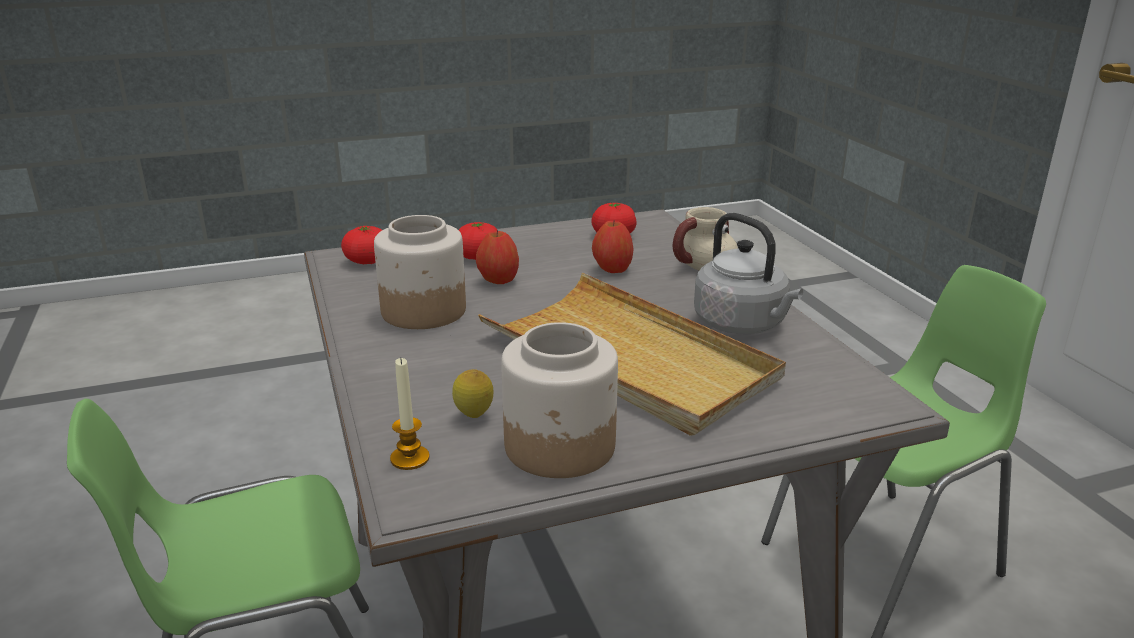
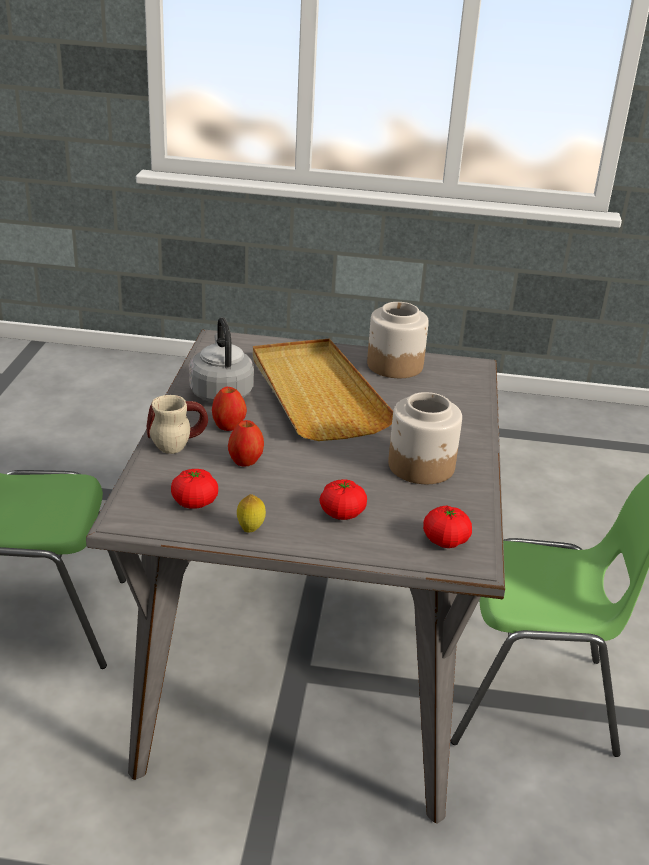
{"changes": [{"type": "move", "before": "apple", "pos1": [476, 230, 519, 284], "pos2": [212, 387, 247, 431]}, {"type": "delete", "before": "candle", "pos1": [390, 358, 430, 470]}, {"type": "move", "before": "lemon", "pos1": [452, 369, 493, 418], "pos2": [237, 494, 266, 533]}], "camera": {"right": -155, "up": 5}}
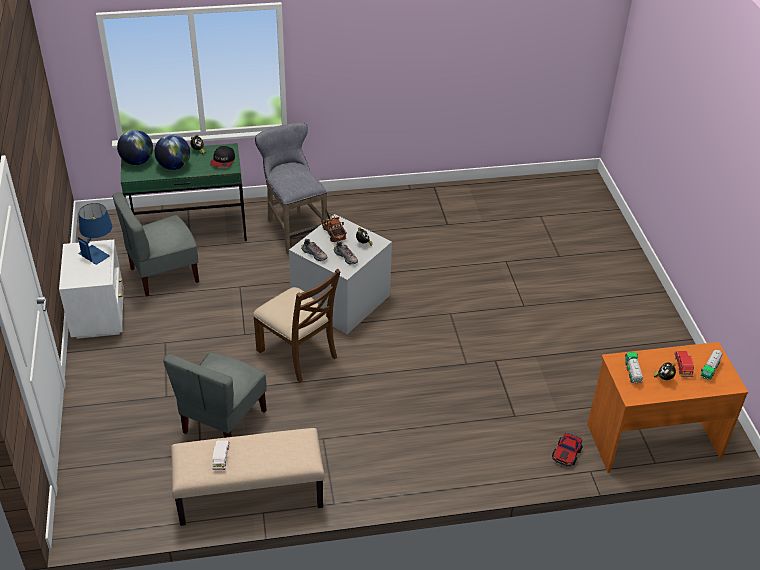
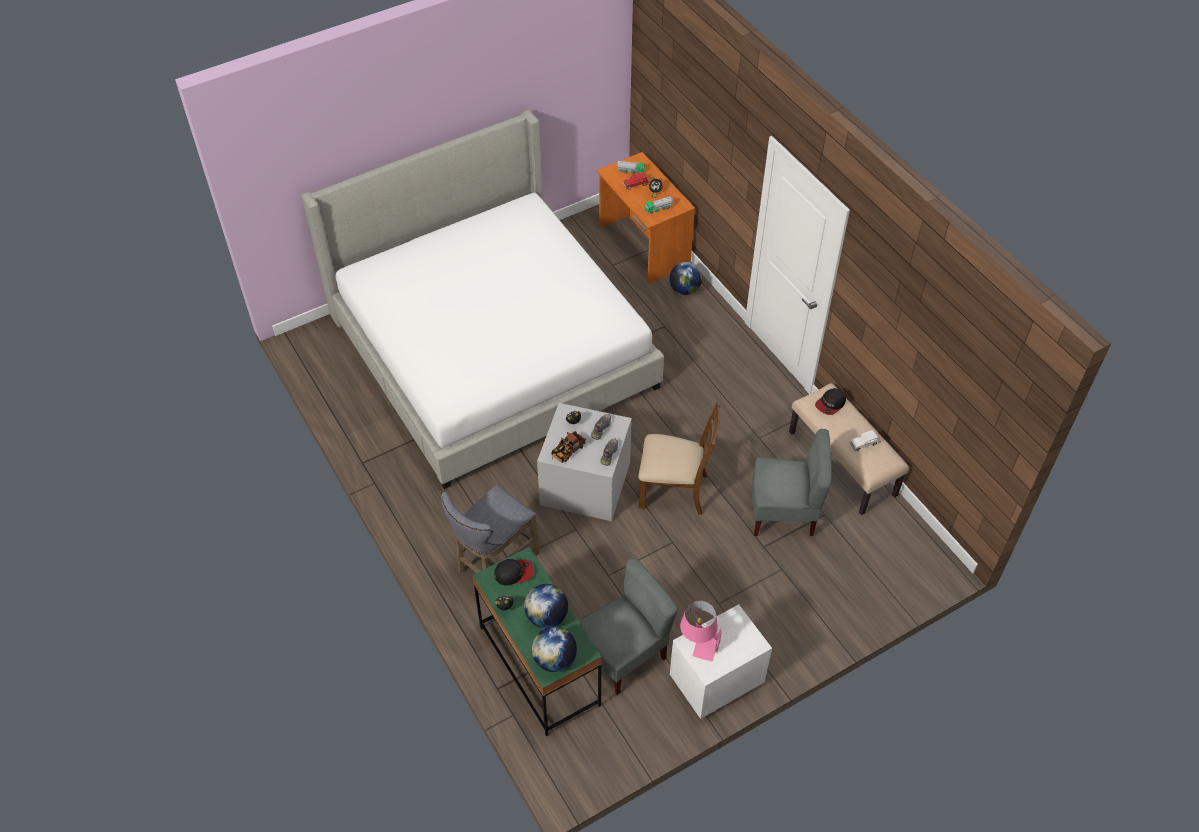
{"changes": [{"type": "rotate", "before": "chair (grey)", "pos1": [112, 192, 199, 296], "pos2": [578, 557, 678, 695], "turn": -75}, {"type": "recolor", "before": "table lamp (blue)", "after": "table lamp (pink)", "pos1": [78, 203, 112, 265], "pos2": [680, 601, 722, 661]}, {"type": "rotate", "before": "chair (brown)", "pos1": [253, 269, 341, 382], "pos2": [638, 402, 721, 515], "turn": 75}, {"type": "replace", "before": "toy car", "after": "globe", "pos1": [552, 431, 583, 466], "pos2": [669, 262, 702, 295]}, {"type": "insert", "after": "bed", "pos2": [301, 110, 664, 489]}, {"type": "insert", "after": "cap", "pos2": [815, 388, 846, 415]}], "camera": {"right": -110, "up": 10}}
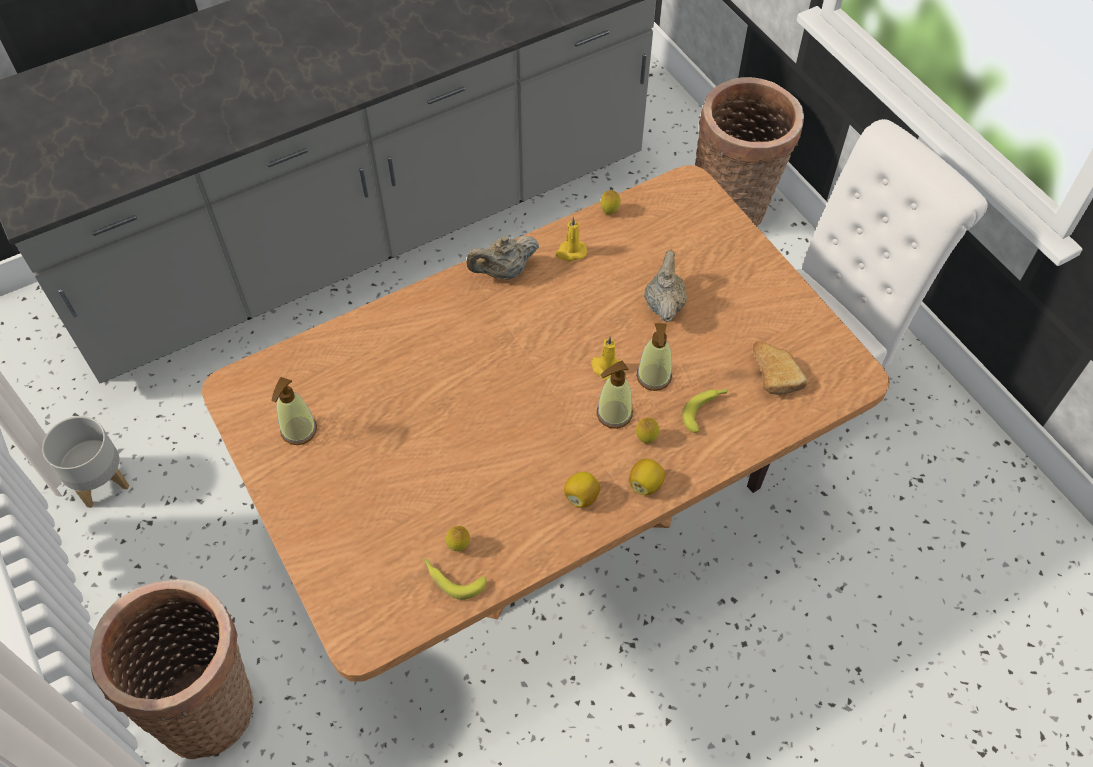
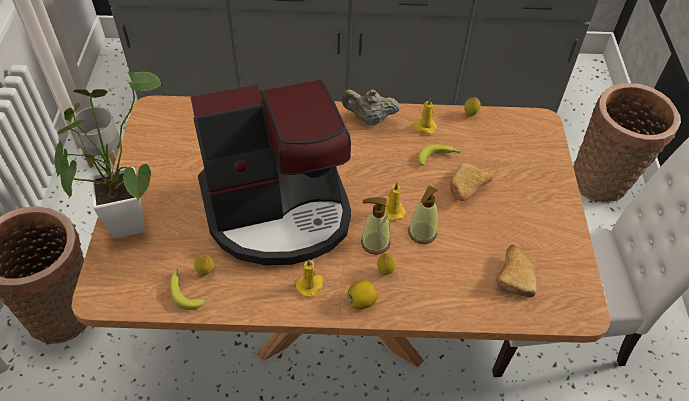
{"changes": [{"type": "replace", "before": "teapot (beige)", "after": "bread", "pos1": [644, 250, 687, 322], "pos2": [450, 163, 493, 201]}, {"type": "delete", "before": "soap dispenser", "pos1": [271, 377, 317, 445]}, {"type": "move", "before": "banana", "pos1": [682, 389, 728, 433], "pos2": [418, 144, 461, 165]}, {"type": "replace", "before": "lemon", "after": "candle (yellow)", "pos1": [564, 472, 600, 508], "pos2": [296, 259, 323, 297]}, {"type": "insert", "after": "potted plant", "pos2": [54, 71, 162, 238]}, {"type": "insert", "after": "coffee machine", "pos2": [191, 79, 351, 265]}], "camera": {"right": 30, "up": -5}}
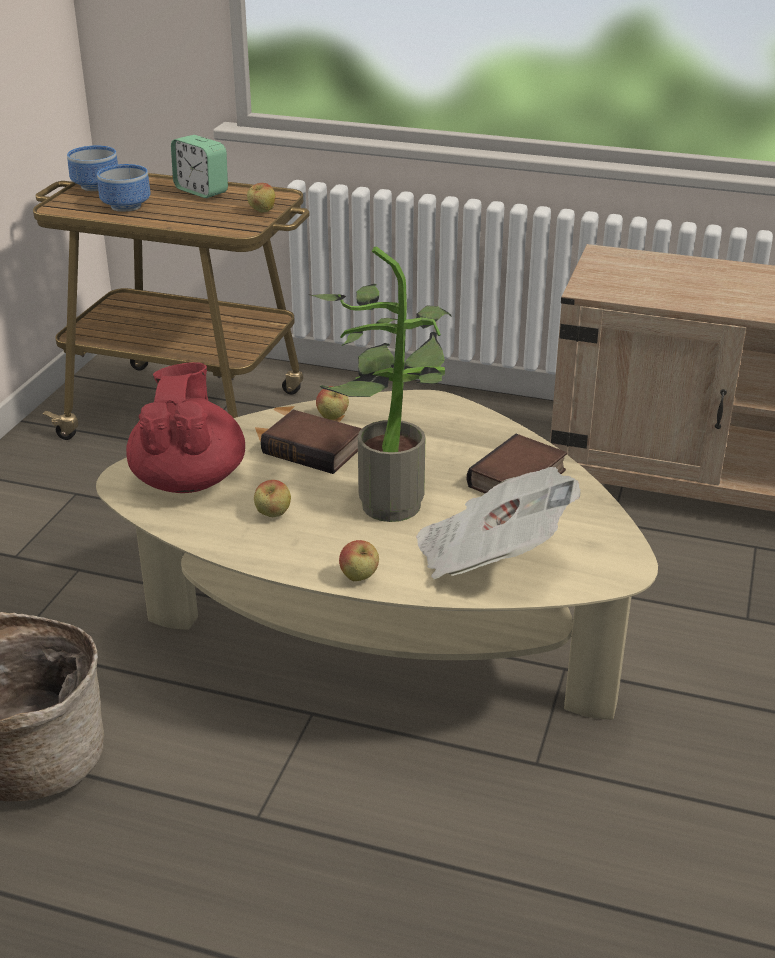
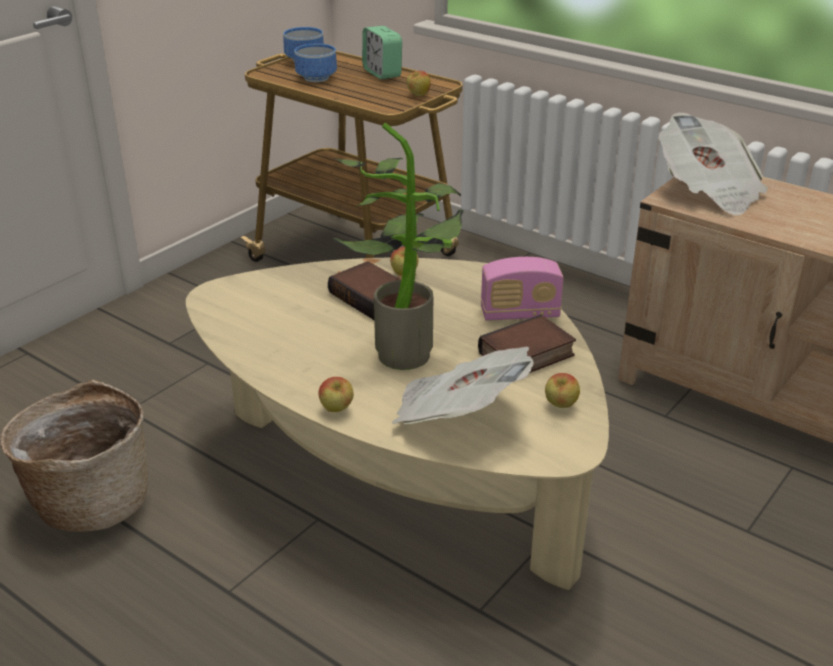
{"changes": [{"type": "delete", "before": "teapot (red)", "pos1": [126, 362, 245, 493]}, {"type": "move", "before": "apple", "pos1": [254, 480, 291, 517], "pos2": [545, 373, 580, 408]}, {"type": "insert", "after": "newspaper", "pos2": [659, 112, 768, 216]}, {"type": "insert", "after": "radio", "pos2": [481, 257, 564, 321]}], "camera": {"right": 20, "up": 0}}
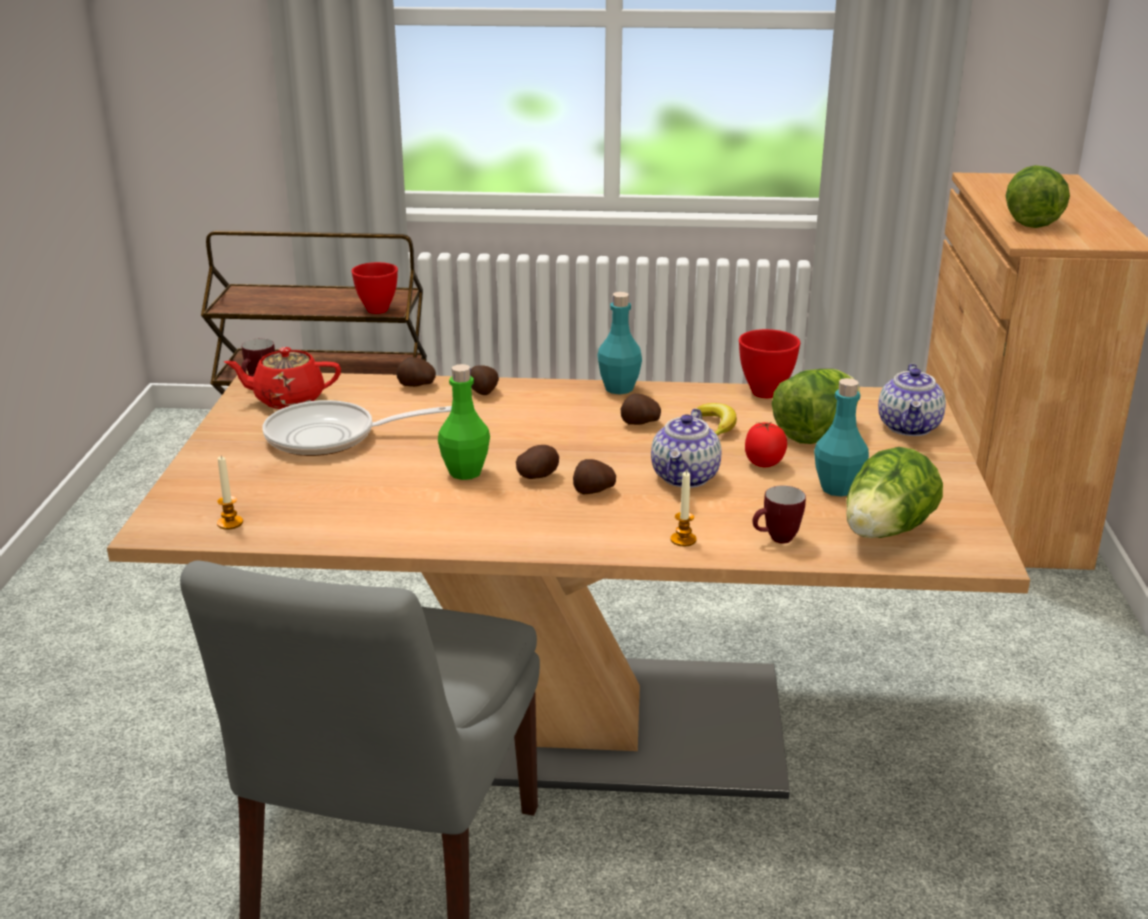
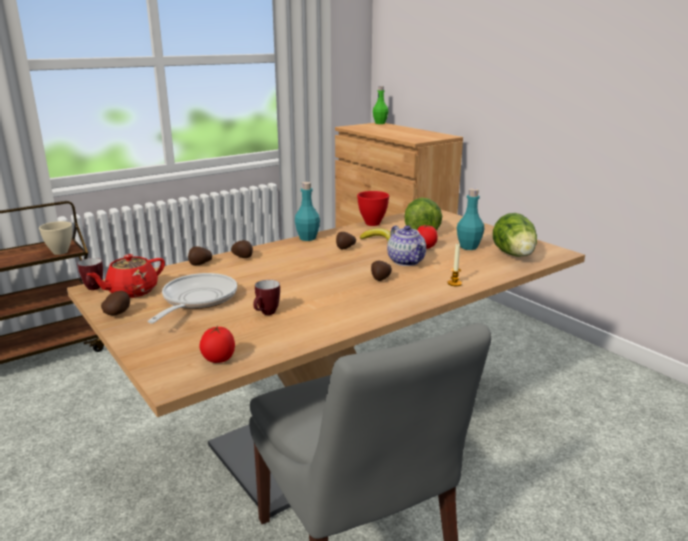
{"changes": [{"type": "delete", "before": "lettuce", "pos1": [1006, 165, 1070, 228]}, {"type": "recolor", "before": "bowl (red)", "after": "bowl (beige)", "pos1": [352, 262, 398, 314], "pos2": [39, 221, 72, 255]}, {"type": "move", "before": "bottle (green)", "pos1": [438, 364, 490, 480], "pos2": [373, 86, 388, 124]}, {"type": "delete", "before": "teapot", "pos1": [878, 364, 946, 436]}, {"type": "rotate", "before": "frying pan", "pos1": [263, 400, 452, 456], "pos2": [147, 273, 237, 323], "turn": 150}, {"type": "move", "before": "potato", "pos1": [516, 445, 559, 479], "pos2": [101, 291, 130, 315]}, {"type": "replace", "before": "candle", "after": "tomato", "pos1": [217, 457, 243, 530], "pos2": [199, 325, 235, 363]}, {"type": "move", "before": "mug", "pos1": [752, 486, 806, 544], "pos2": [253, 280, 280, 315]}], "camera": {"right": -40, "up": -5}}
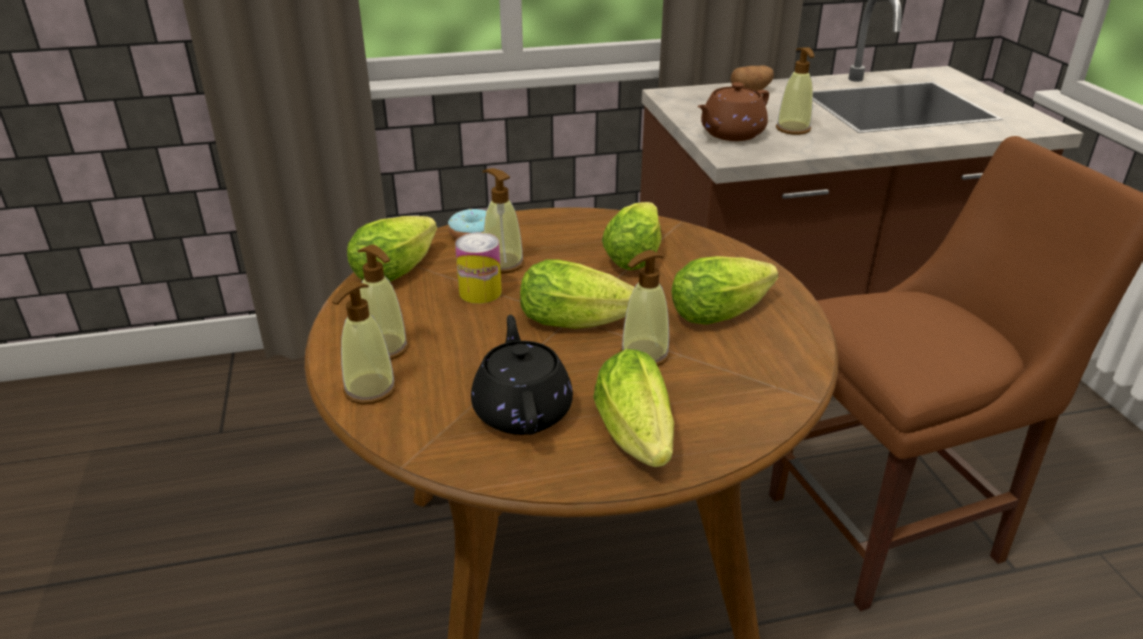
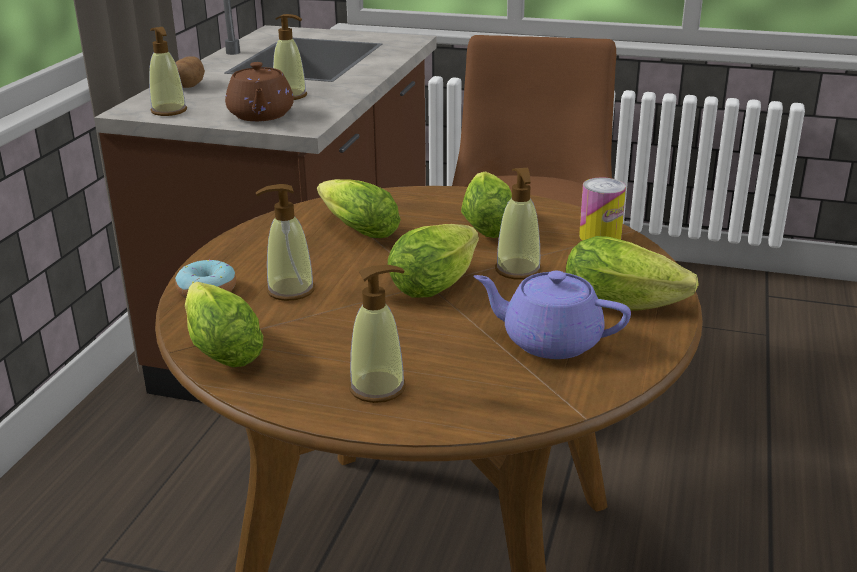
{"changes": [{"type": "move", "before": "can", "pos1": [455, 232, 502, 304], "pos2": [579, 178, 626, 241]}, {"type": "move", "before": "soap dispenser", "pos1": [332, 281, 396, 404], "pos2": [149, 27, 187, 116]}, {"type": "recolor", "before": "teapot (black)", "after": "teapot (purple)", "pos1": [471, 315, 573, 435], "pos2": [473, 271, 631, 359]}], "camera": {"right": -60, "up": -5}}
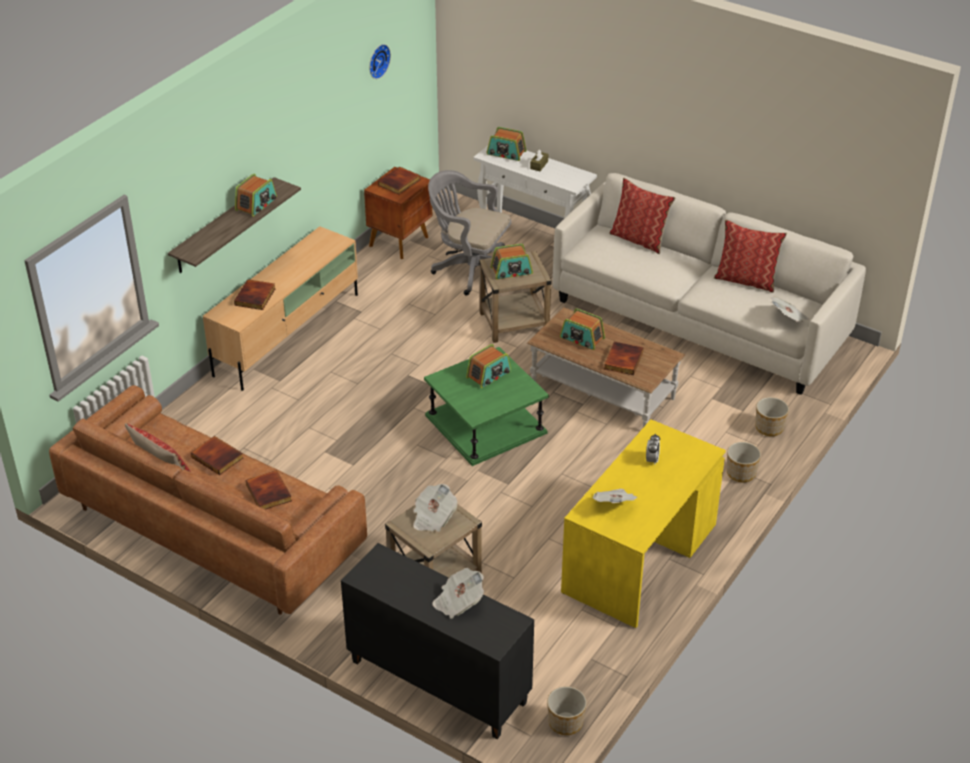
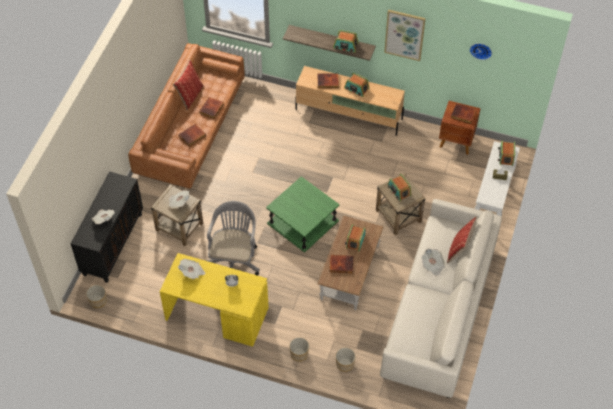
{"changes": [{"type": "move", "before": "office chair (grey)", "pos1": [428, 170, 511, 296], "pos2": [206, 201, 260, 276]}, {"type": "delete", "before": "pillow", "pos1": [714, 219, 787, 293]}, {"type": "move", "before": "newspaper", "pos1": [771, 297, 809, 322], "pos2": [422, 248, 445, 277]}, {"type": "move", "before": "radio", "pos1": [466, 344, 511, 388], "pos2": [344, 73, 369, 97]}, {"type": "insert", "after": "picture", "pos2": [384, 10, 426, 61]}], "camera": {"right": 75, "up": 15}}
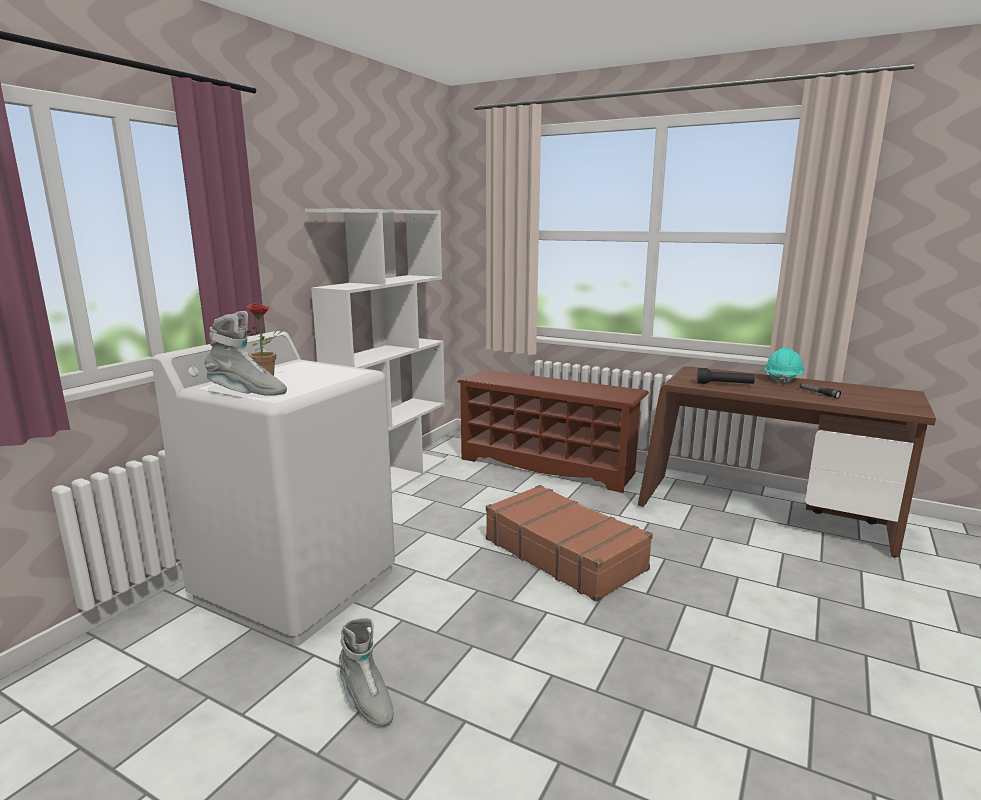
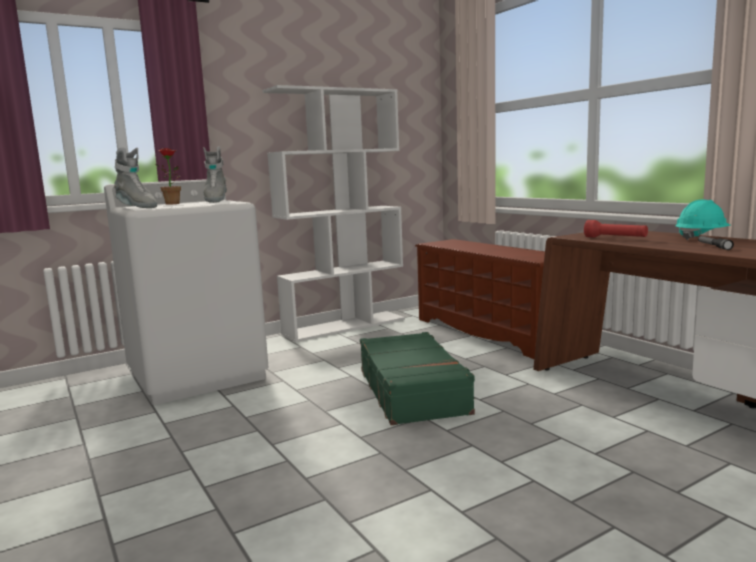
{"changes": [{"type": "recolor", "before": "flashlight (black)", "after": "flashlight (red)", "pos1": [697, 368, 755, 384], "pos2": [584, 220, 648, 238]}, {"type": "recolor", "before": "suitcase (brown)", "after": "suitcase (green)", "pos1": [486, 485, 653, 602], "pos2": [360, 332, 475, 426]}, {"type": "move", "before": "boot (grey)", "pos1": [339, 618, 394, 727], "pos2": [203, 146, 227, 203]}], "camera": {"right": 30, "up": -5}}
